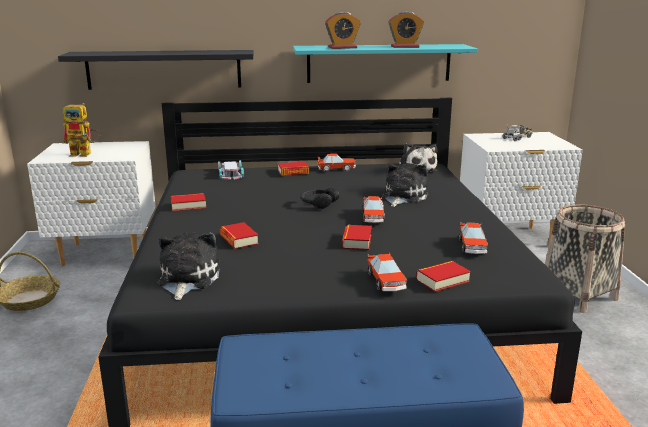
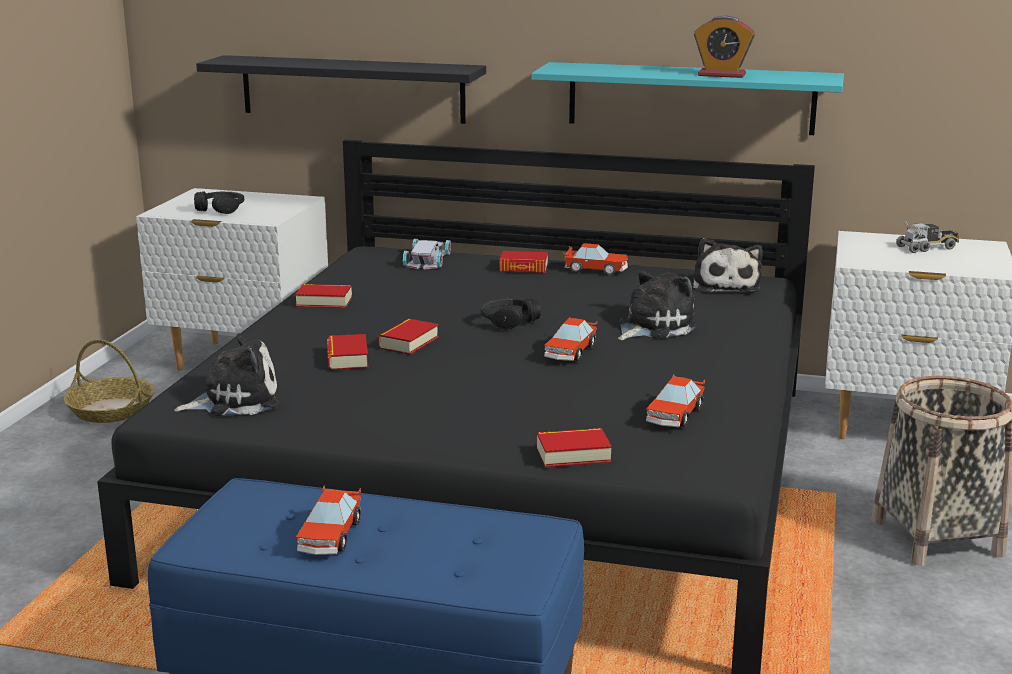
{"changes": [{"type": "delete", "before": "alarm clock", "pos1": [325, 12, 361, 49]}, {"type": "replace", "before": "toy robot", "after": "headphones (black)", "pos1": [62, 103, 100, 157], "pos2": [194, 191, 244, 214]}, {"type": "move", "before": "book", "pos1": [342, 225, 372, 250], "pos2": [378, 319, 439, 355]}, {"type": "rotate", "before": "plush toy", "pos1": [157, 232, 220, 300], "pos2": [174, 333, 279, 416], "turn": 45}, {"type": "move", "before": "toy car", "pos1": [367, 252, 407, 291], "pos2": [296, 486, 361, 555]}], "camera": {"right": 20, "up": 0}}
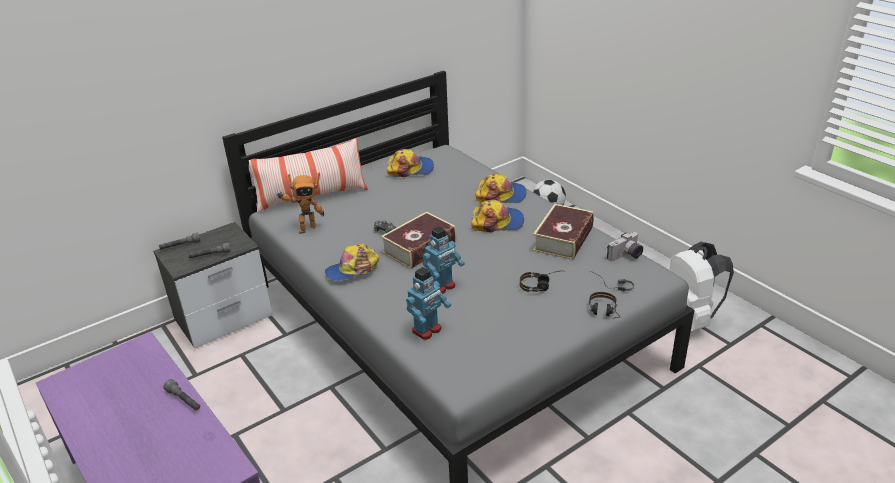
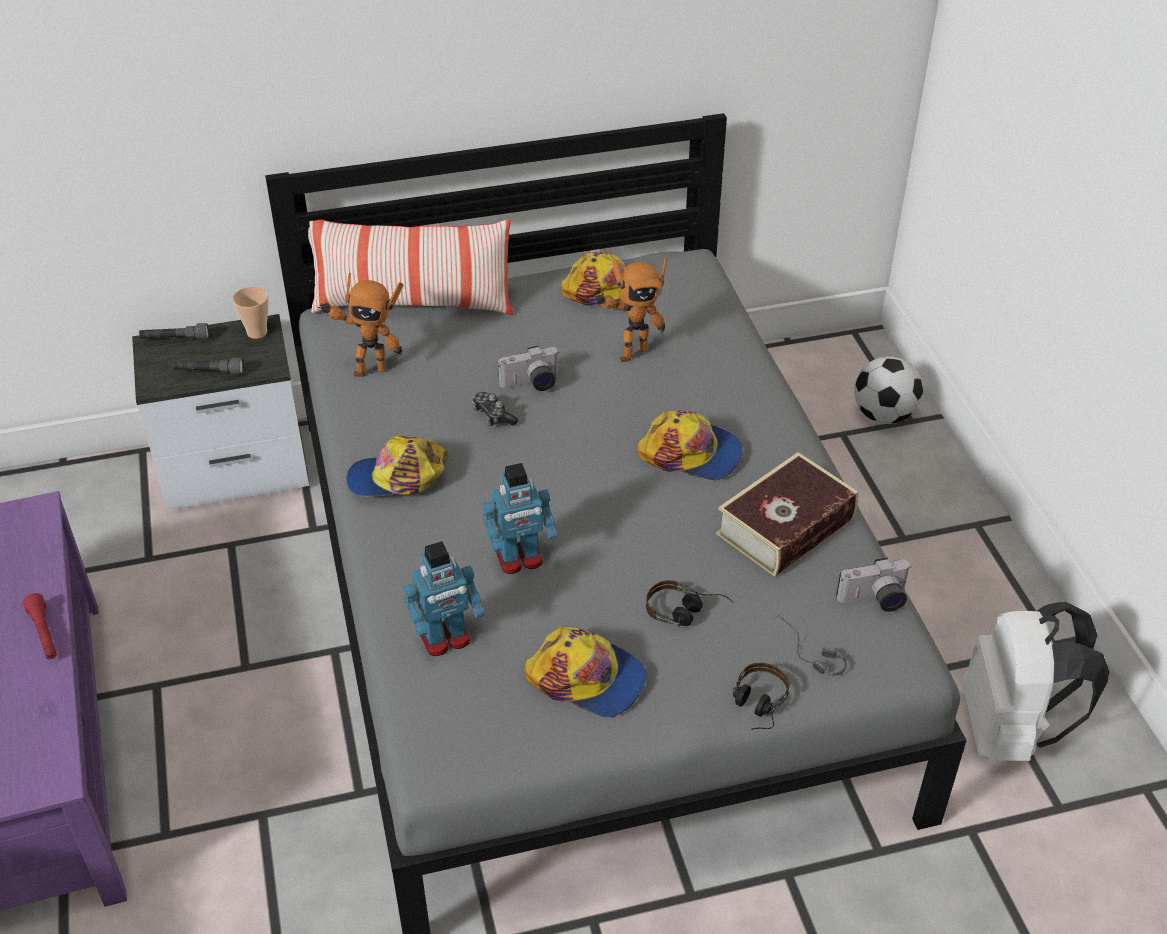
{"changes": [{"type": "move", "before": "cap", "pos1": [475, 173, 527, 203], "pos2": [525, 627, 646, 718]}, {"type": "delete", "before": "book", "pos1": [381, 212, 457, 269]}, {"type": "recolor", "before": "flashlight (grey)", "after": "flashlight (red)", "pos1": [163, 379, 200, 411], "pos2": [23, 593, 57, 659]}, {"type": "insert", "after": "toy robot", "pos2": [595, 258, 667, 362]}, {"type": "insert", "after": "cup", "pos2": [232, 286, 269, 339]}, {"type": "insert", "after": "photo camera", "pos2": [498, 346, 559, 391]}], "camera": {"right": 20, "up": 10}}
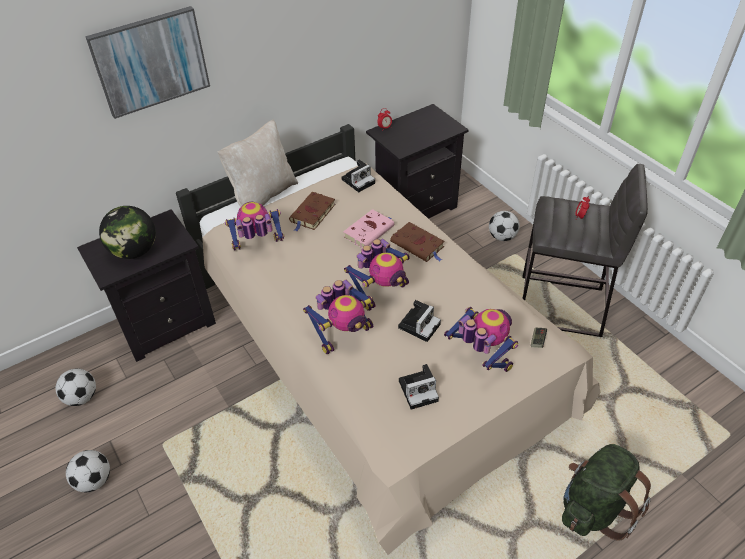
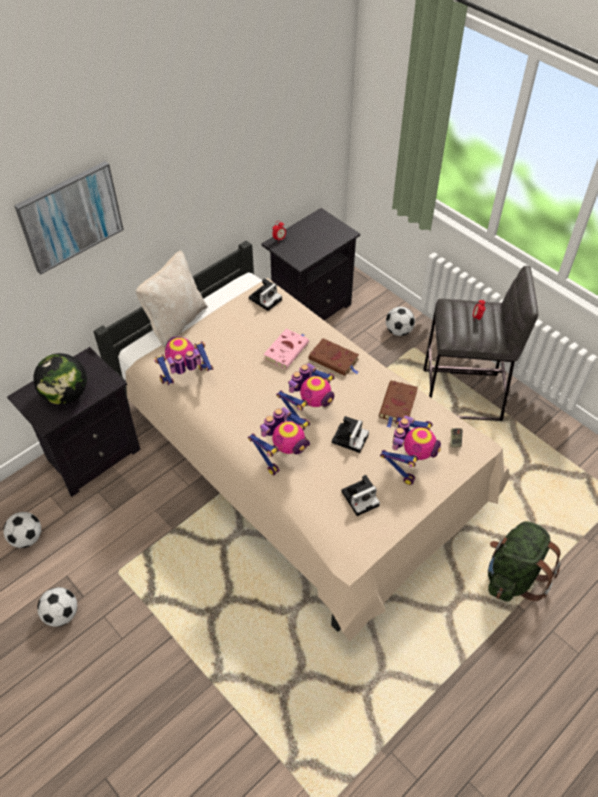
{"changes": [{"type": "move", "before": "book (brown)", "pos1": [289, 192, 336, 231], "pos2": [379, 381, 418, 428]}, {"type": "rotate", "before": "toy robot", "pos1": [444, 307, 518, 372], "pos2": [380, 416, 441, 485], "turn": 75}], "camera": {"right": -10, "up": 5}}
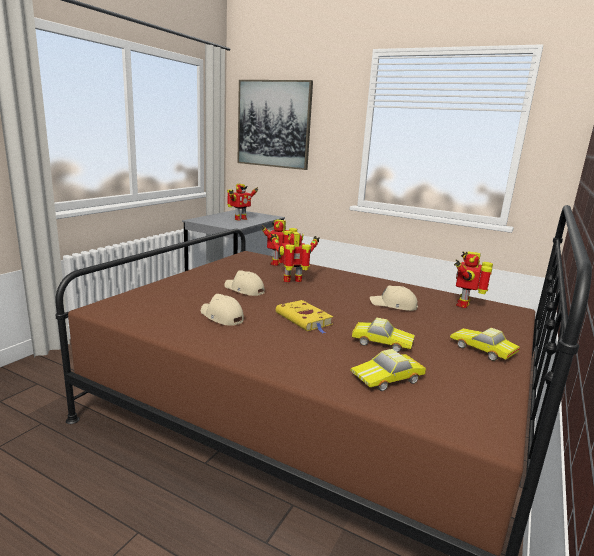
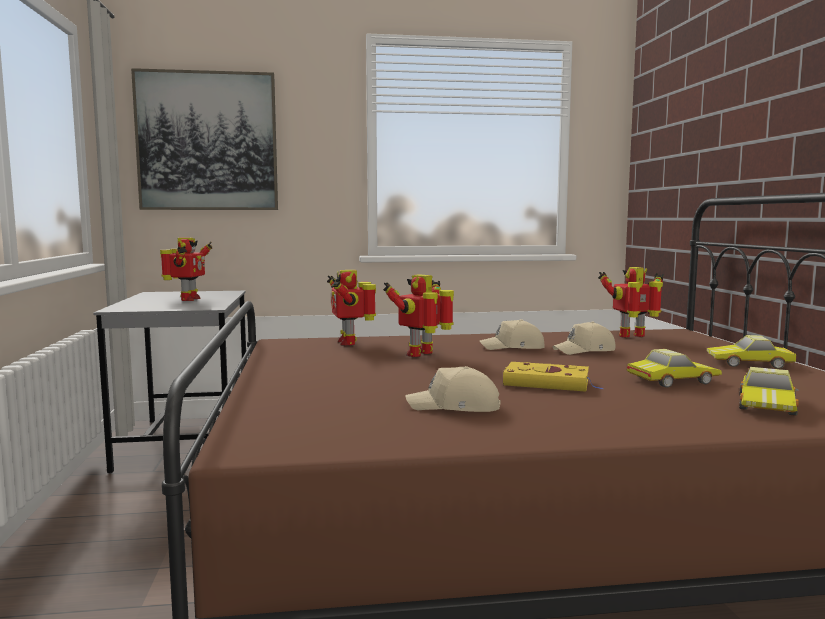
{"changes": [{"type": "rotate", "before": "toy robot", "pos1": [454, 251, 493, 308], "pos2": [598, 267, 664, 338], "turn": 90}, {"type": "move", "before": "cap (beige)", "pos1": [225, 270, 265, 296], "pos2": [480, 319, 545, 350]}], "camera": {"right": -35, "up": -10}}
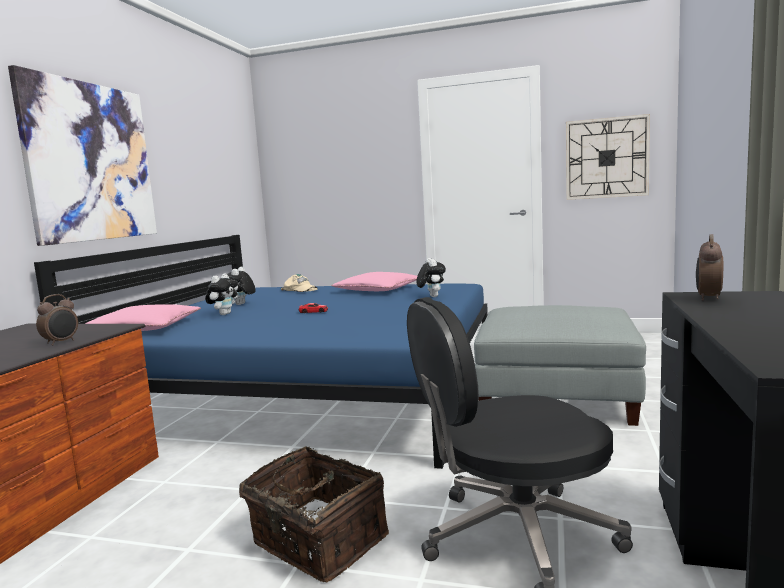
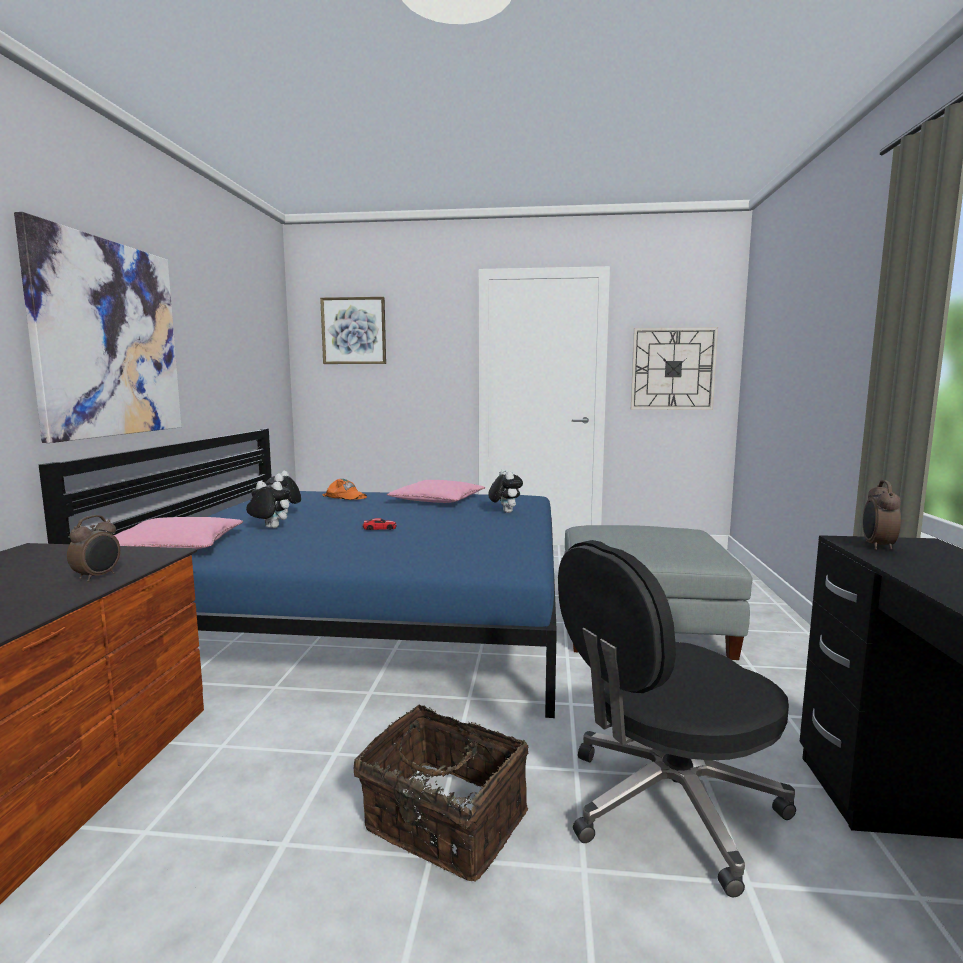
{"changes": [{"type": "rotate", "before": "plush toy", "pos1": [205, 273, 238, 315], "pos2": [246, 481, 291, 528], "turn": -90}, {"type": "recolor", "before": "cap (beige)", "after": "cap (orange)", "pos1": [280, 274, 318, 292], "pos2": [322, 479, 367, 500]}, {"type": "insert", "after": "picture", "pos2": [320, 297, 386, 364]}], "camera": {"right": -10, "up": 0}}
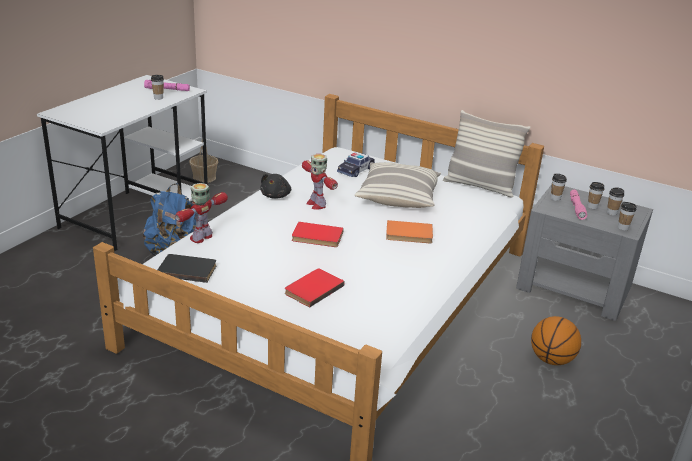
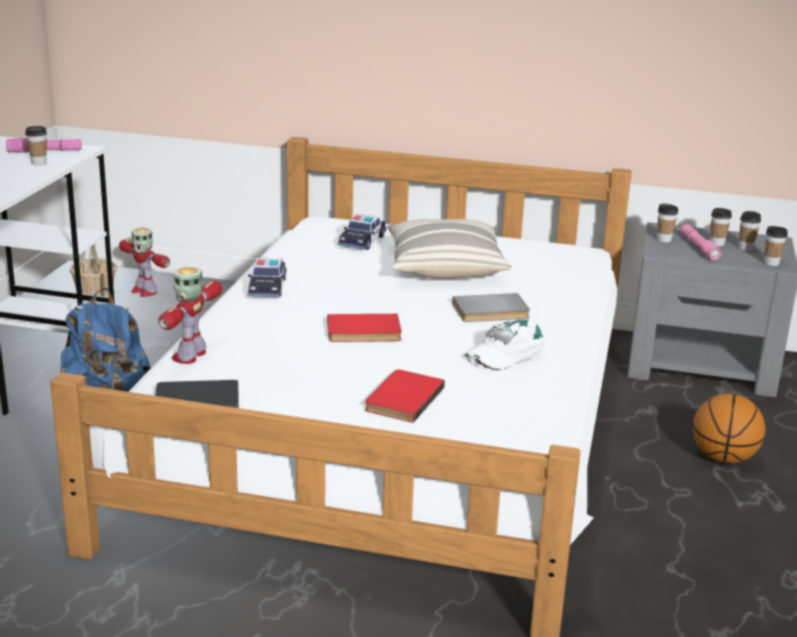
{"changes": [{"type": "delete", "before": "pillow", "pos1": [443, 110, 530, 198]}, {"type": "move", "before": "toy robot", "pos1": [302, 154, 338, 210], "pos2": [119, 228, 170, 297]}, {"type": "replace", "before": "plush toy (black)", "after": "toy car", "pos1": [260, 174, 291, 199], "pos2": [248, 257, 287, 297]}, {"type": "recolor", "before": "book (orange)", "after": "book (grey)", "pos1": [386, 220, 433, 243], "pos2": [452, 293, 530, 322]}, {"type": "insert", "after": "cap (white)", "pos2": [465, 319, 545, 370]}], "camera": {"right": -15, "up": -5}}
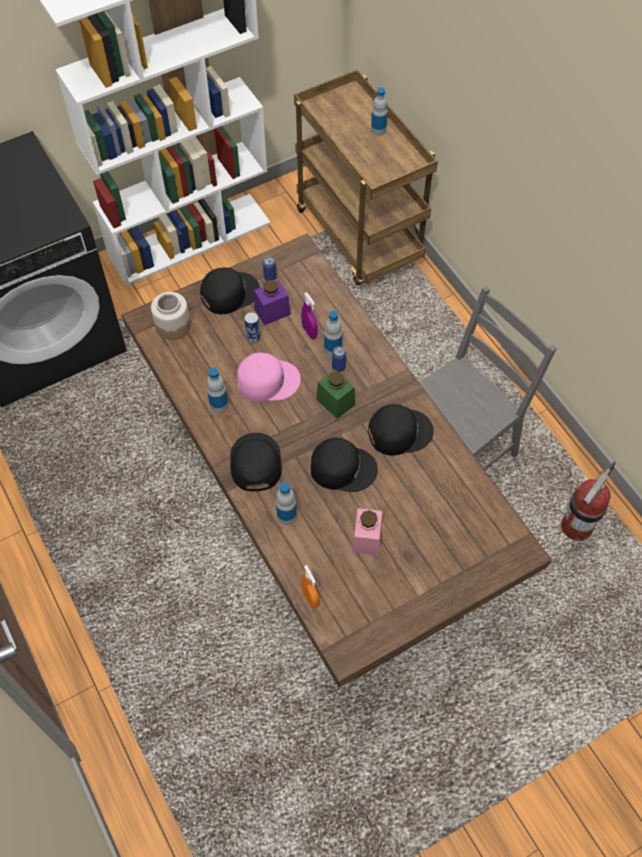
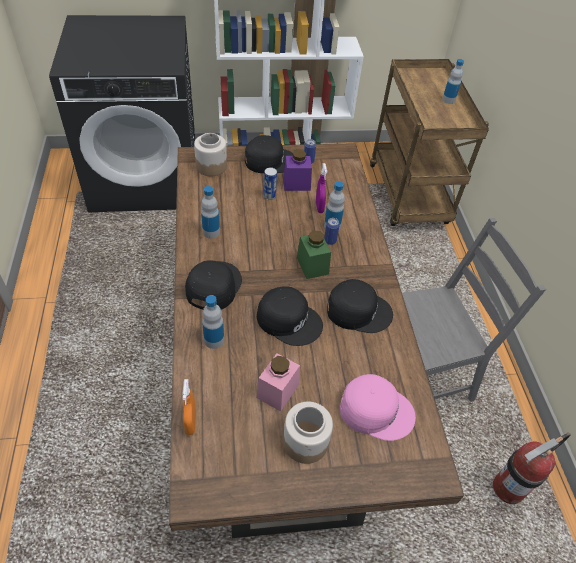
{"changes": [{"type": "move", "before": "cap (pink)", "pos1": [237, 353, 301, 402], "pos2": [340, 374, 416, 441]}, {"type": "insert", "after": "jar", "pos2": [283, 402, 333, 464]}], "camera": {"right": 20, "up": -10}}
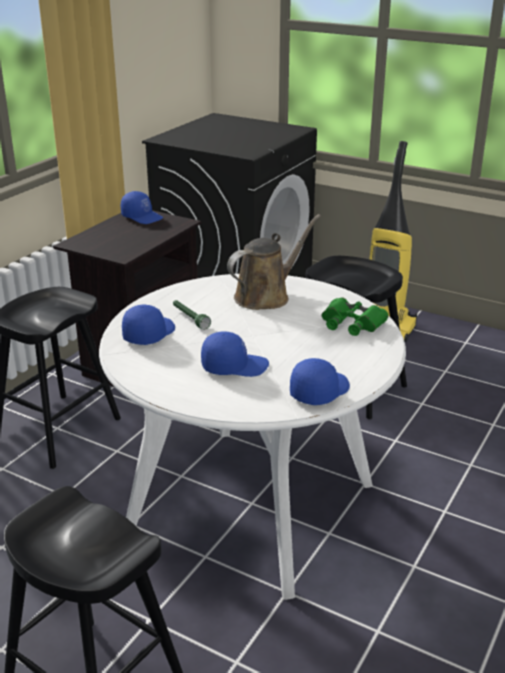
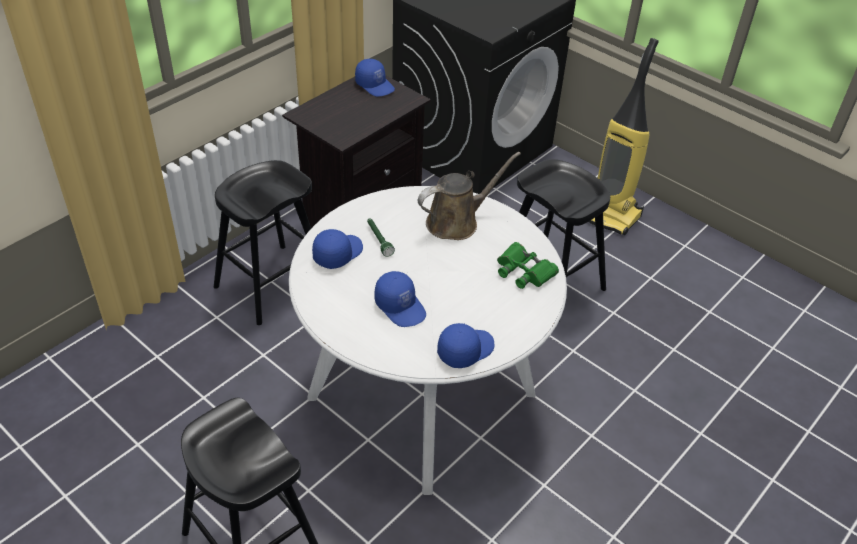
{"changes": [{"type": "rotate", "before": "cap (blue)", "pos1": [201, 331, 269, 377], "pos2": [375, 271, 426, 327], "turn": 45}], "camera": {"right": 10, "up": 15}}
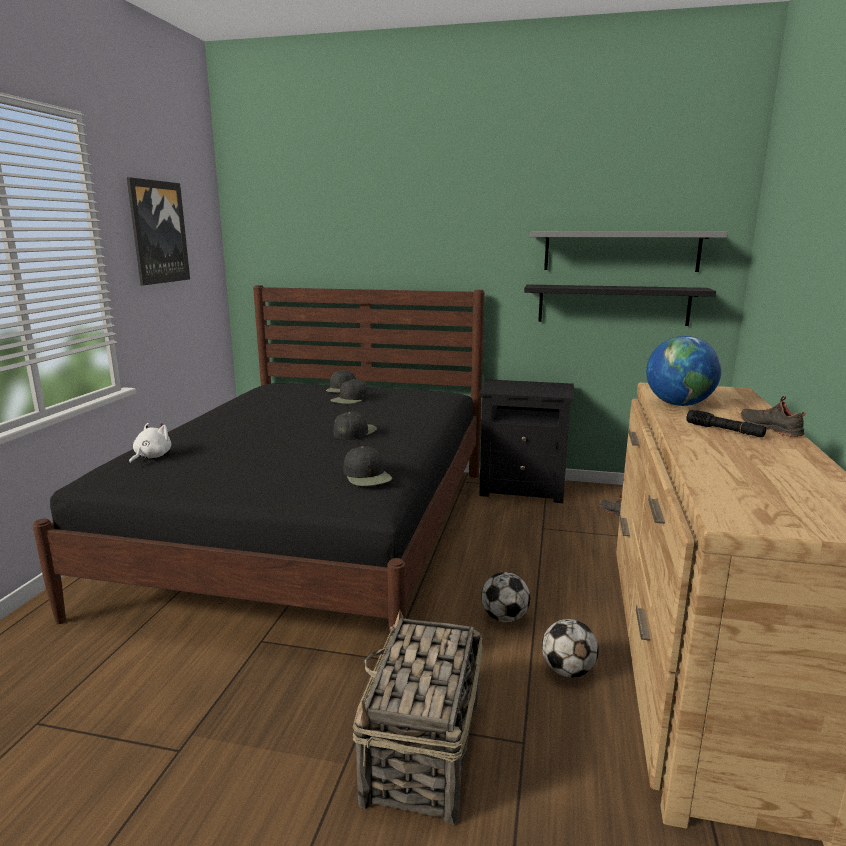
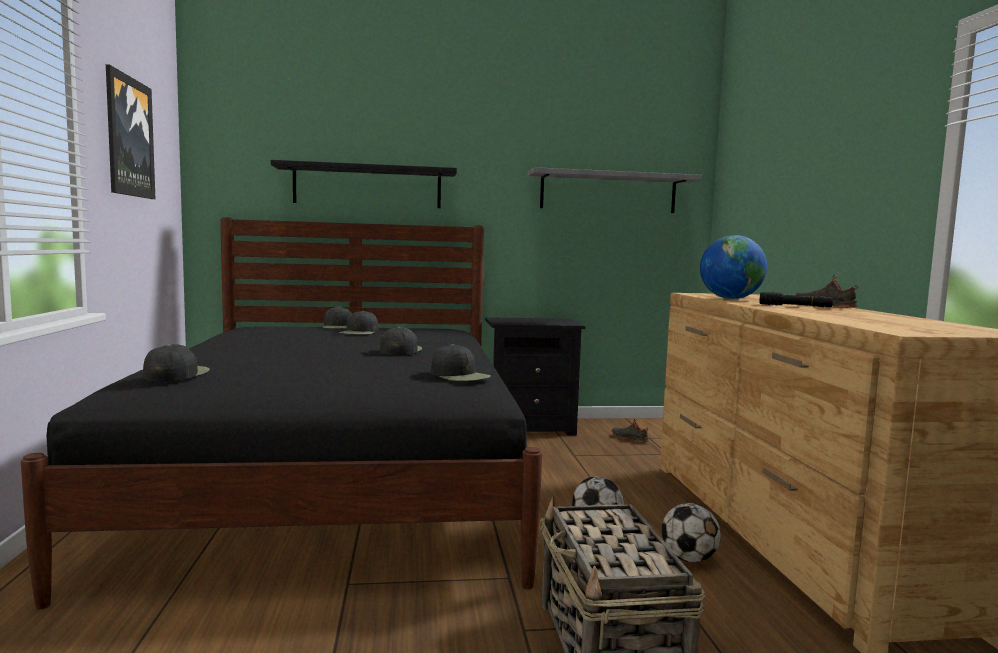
{"changes": [{"type": "move", "before": "shelf (black)", "pos1": [524, 285, 716, 326], "pos2": [271, 160, 457, 208]}, {"type": "replace", "before": "plush toy (white)", "after": "cap (black)", "pos1": [129, 423, 171, 464], "pos2": [143, 344, 210, 382]}], "camera": {"right": -20, "up": -10}}
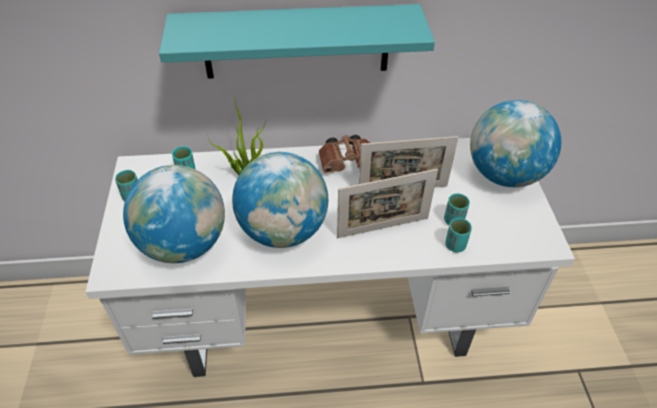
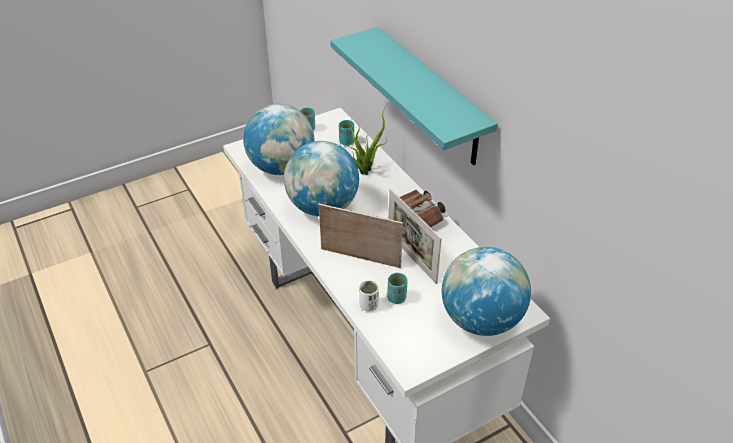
{"changes": [{"type": "rotate", "before": "picture frame", "pos1": [337, 169, 438, 238], "pos2": [319, 203, 403, 268], "turn": 150}, {"type": "recolor", "before": "cup (turquoise)", "after": "cup (white)", "pos1": [445, 218, 472, 252], "pos2": [359, 280, 379, 312]}], "camera": {"right": 65, "up": -5}}
